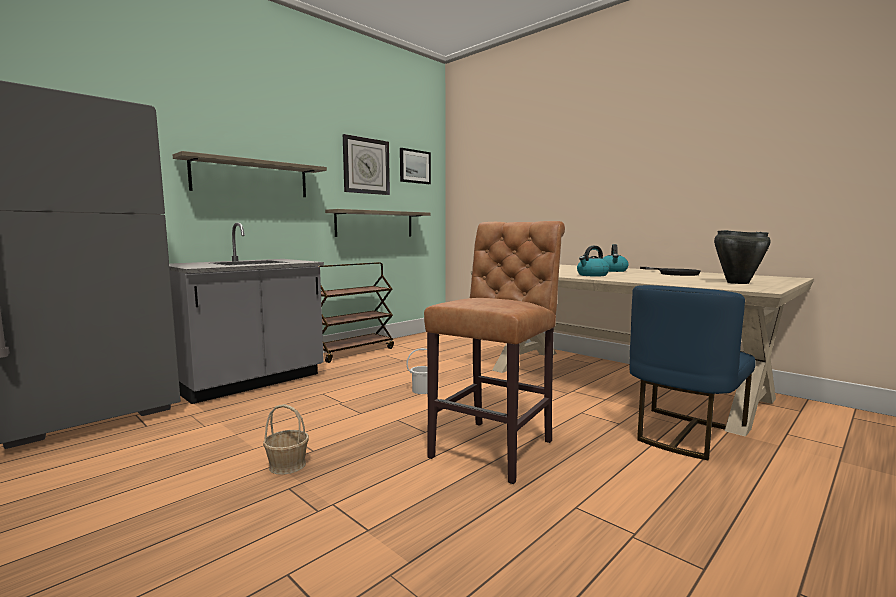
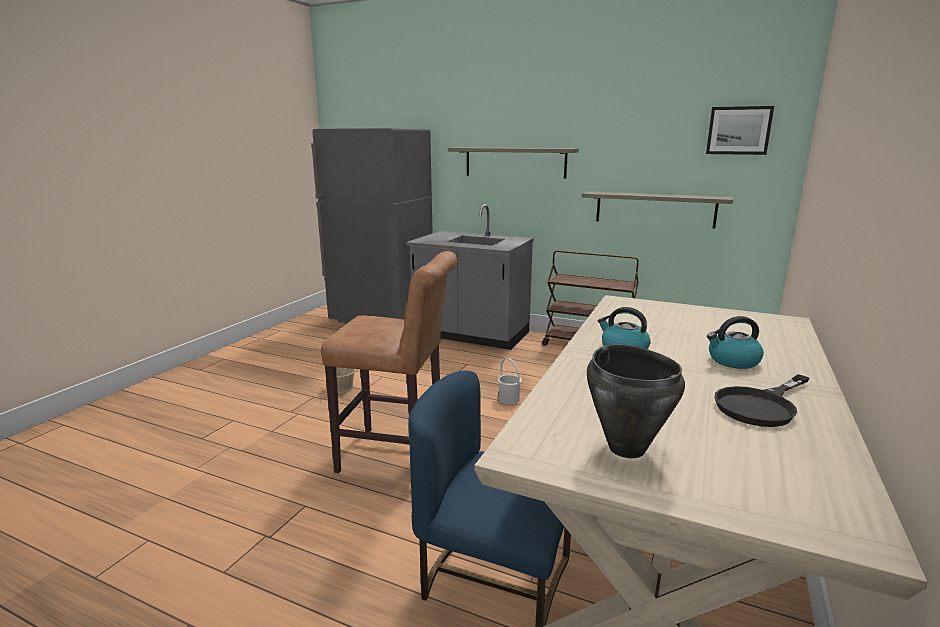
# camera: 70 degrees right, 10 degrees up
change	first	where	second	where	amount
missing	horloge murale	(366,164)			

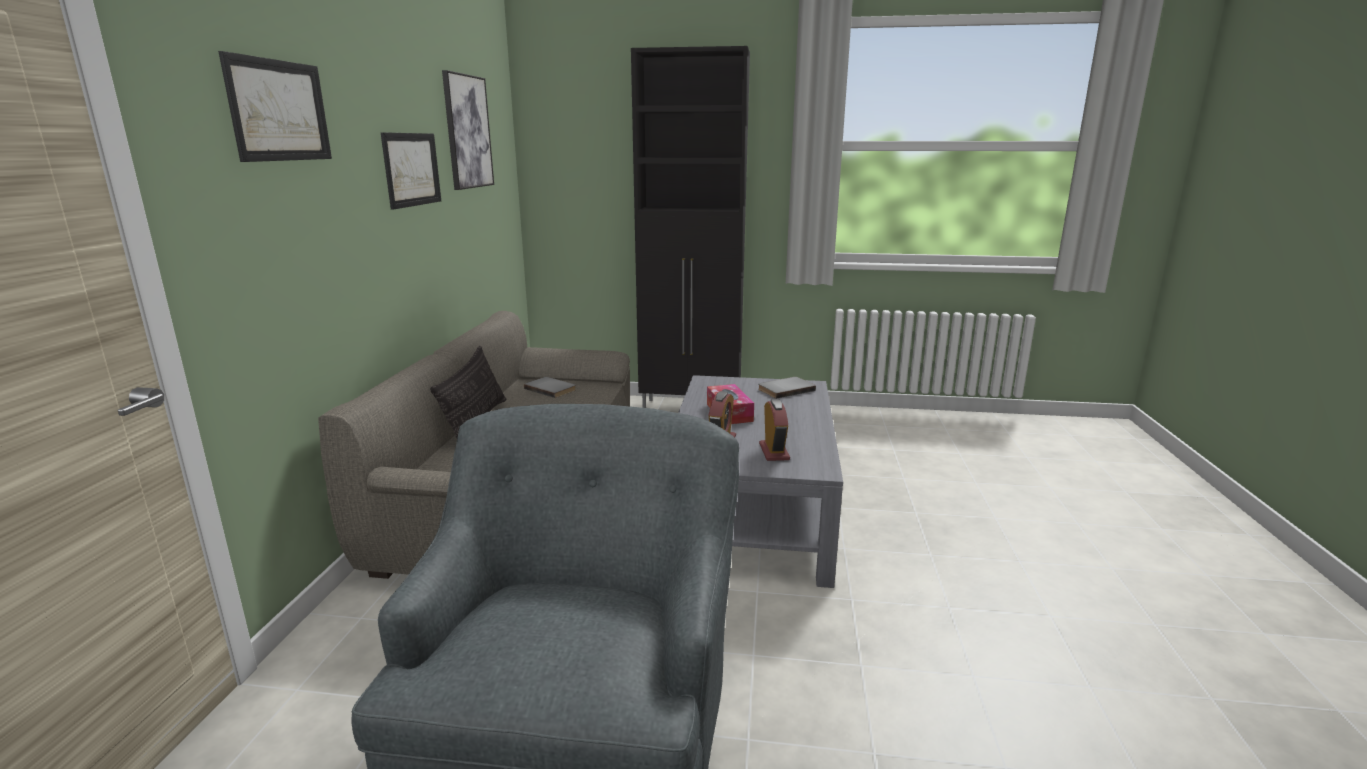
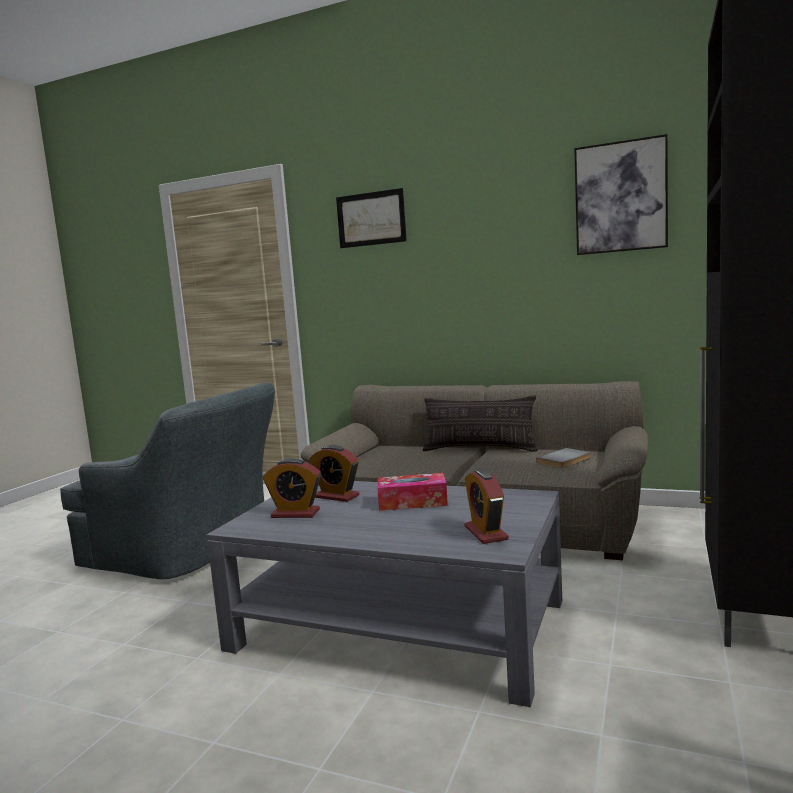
# camera: 105 degrees right, 10 degrees down
change	first	where	second	where	amount
missing	tableau	(411,171)			
exchanged	livre (gris)	(787,388)	réveil	(486,506)	

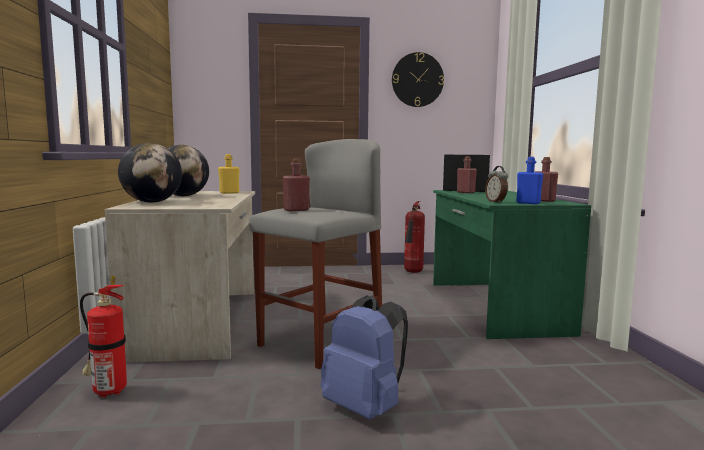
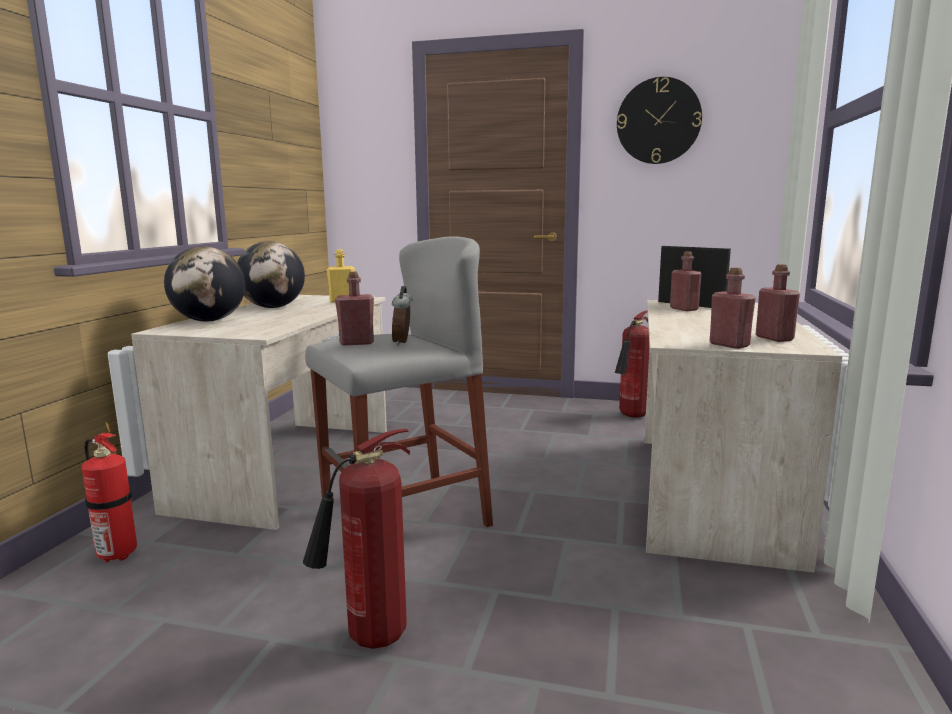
# camera: 20 degrees right, 5 degrees up
change	first	where	second	where	amount
relocated	réveil	(496,184)		(402,315)	
exchanged	sac à dos (bleu)	(364,357)	extincteur	(356,539)	
colour	bureau (vert)	(512,264)	bureau (beige)	(743,436)	
colour	bouteille (bleu)	(530,180)	bouteille (rouge)	(733,308)	

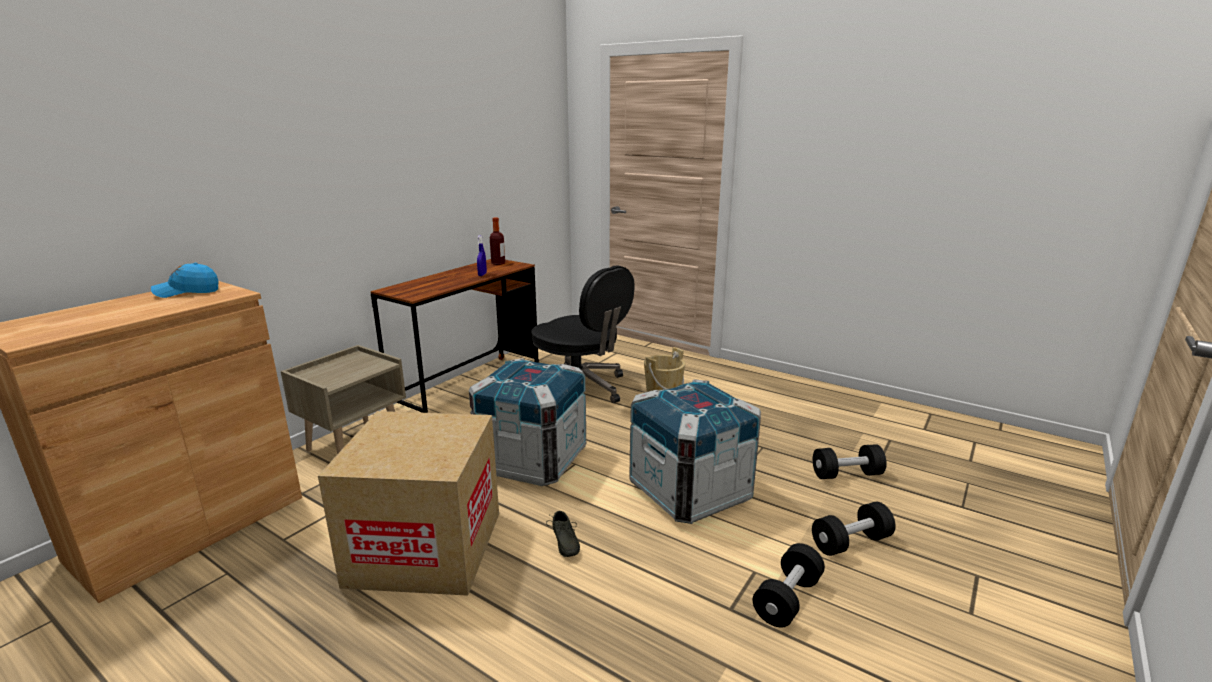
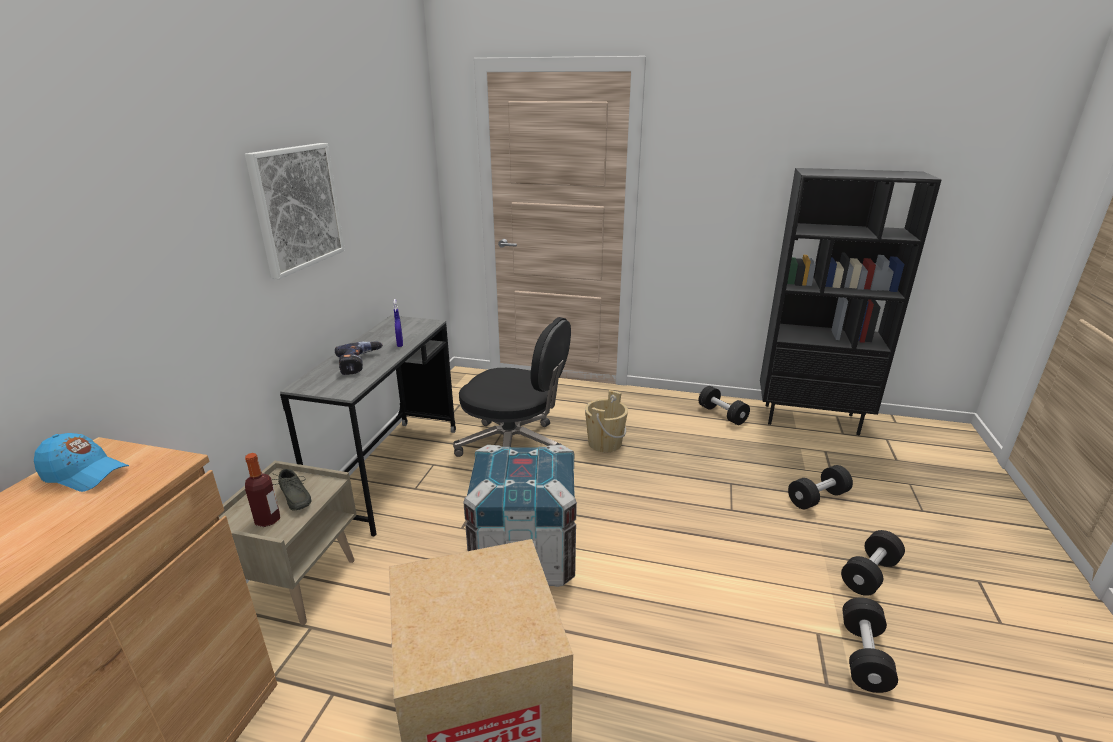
# camera: 20 degrees left, 5 degrees up
change	first	where	second	where	amount
missing	caisse	(695,451)			
appeared			tableau	(295,211)	
appeared			perceuse	(359,358)	
appeared			haltère (noir)	(724,405)	
appeared			bibliothèque (noir)	(851,301)	
relocated	bouteille	(497,241)		(262,490)	
relocated	chaussure (gris)	(563,534)		(292,490)	
colour	bureau (marron)	(455,336)	bureau (gris)	(368,426)	
spun	casquette (bleu)	(185,280)		(81,462)	120 degrees counterclockwise

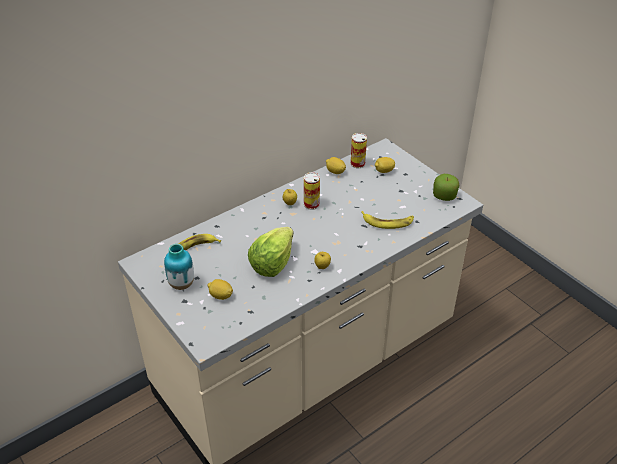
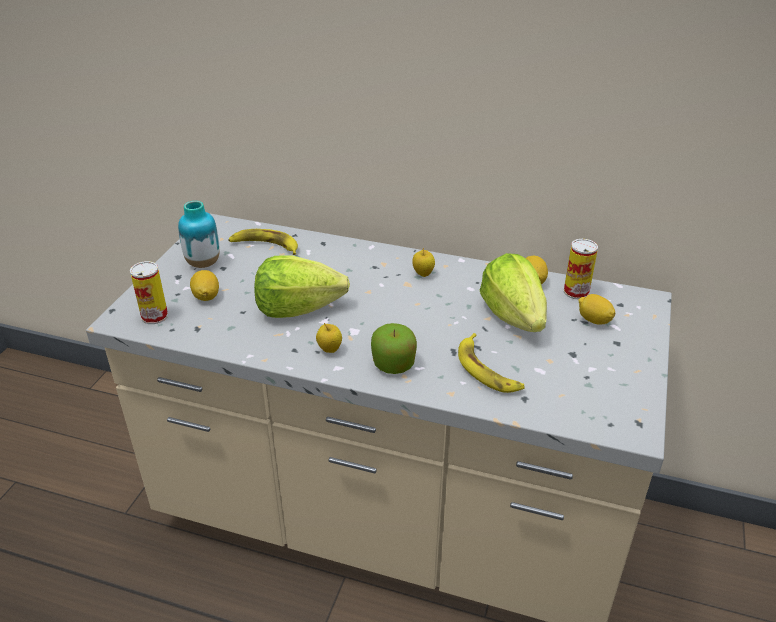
# camera: 55 degrees right, 5 degrees down
change	first	where	second	where	amount
appeared			laitue	(513,292)	
relocated	boîte métallique	(312,191)		(149,292)	
relocated	pomme	(446,187)		(394,348)	

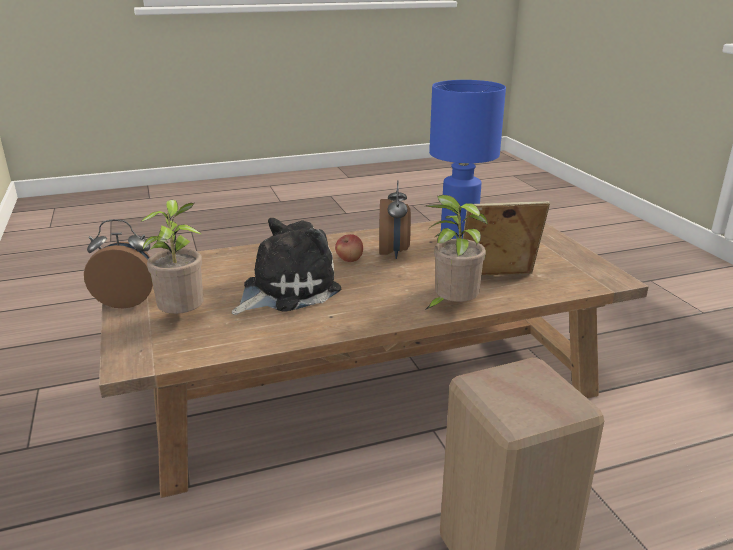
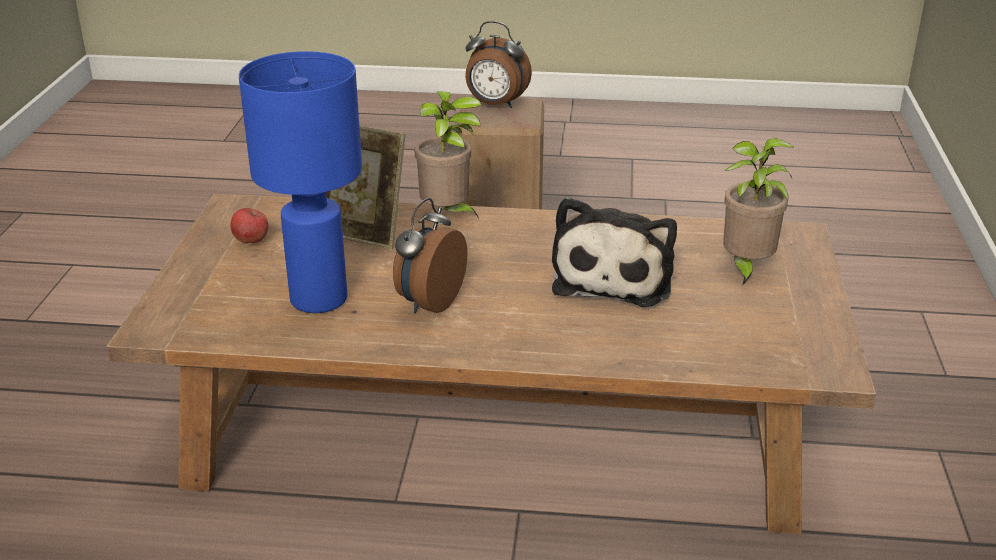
# camera: 155 degrees left, 5 degrees up
change	first	where	second	where	amount
relocated	réveil	(118,264)		(498,64)	
relocated	pomme	(349,248)		(250,225)	
spun	peluche	(286,266)		(614,252)	60 degrees counterclockwise

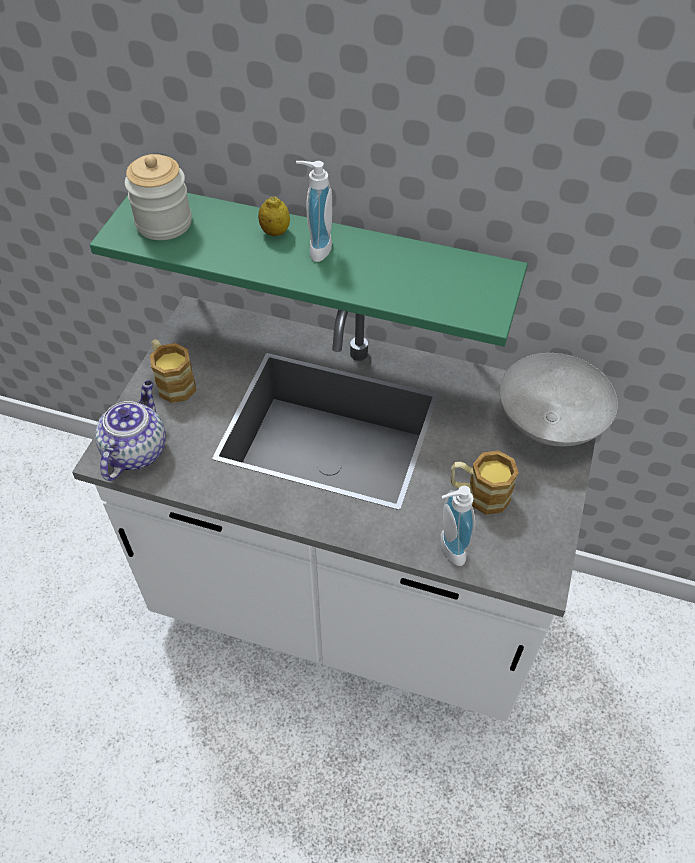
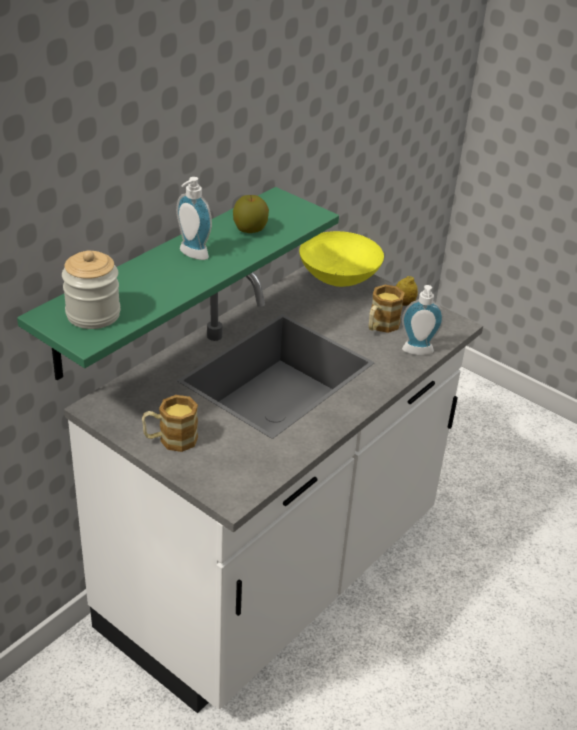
# camera: 70 degrees left, 15 degrees down
change	first	where	second	where	amount
missing	théière	(130,430)			
appeared			pomme	(251,214)	
relocated	citron	(274,216)		(407,291)	
colour	bol (gris)	(558,400)	bol (jaune)	(341,259)	

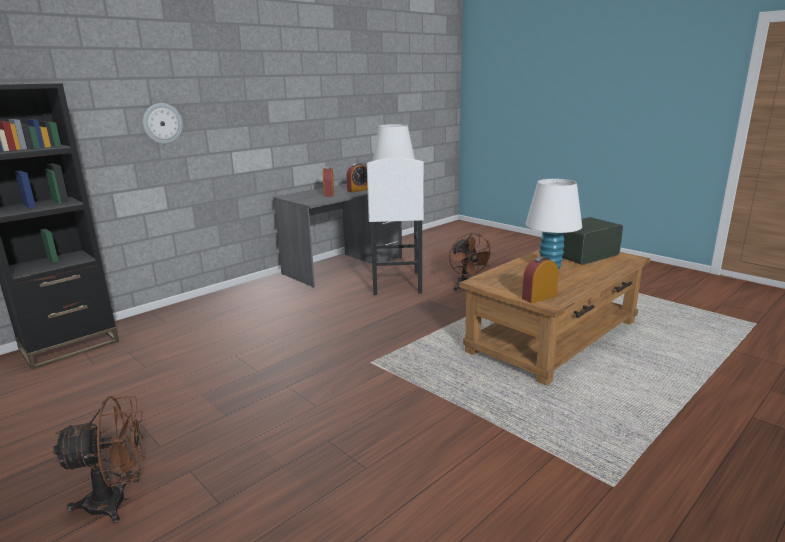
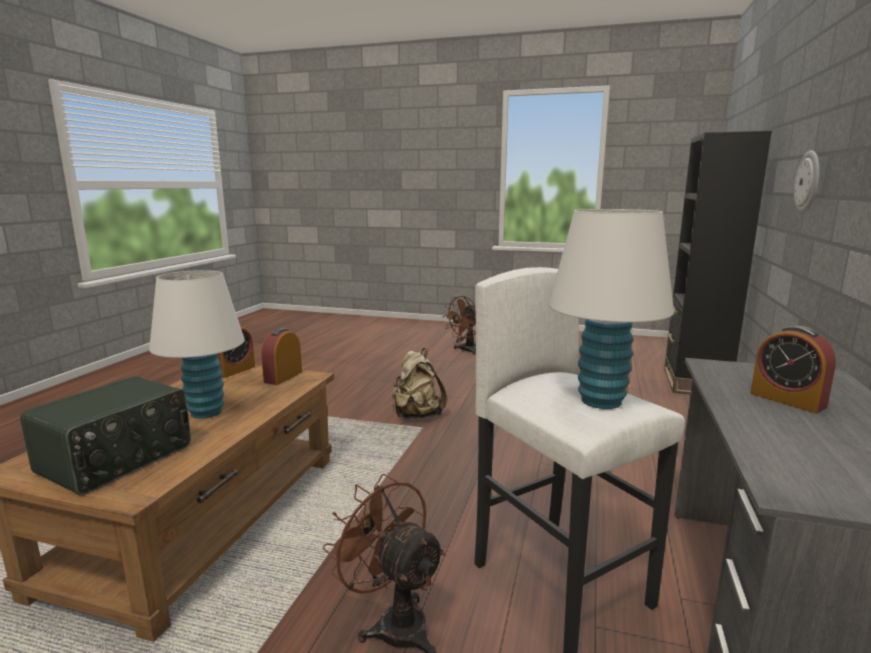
# camera: 150 degrees right, 5 degrees down
change	first	where	second	where	amount
appeared			sac à dos (beige)	(419,383)	
relocated	réveil	(356,177)		(281,356)	

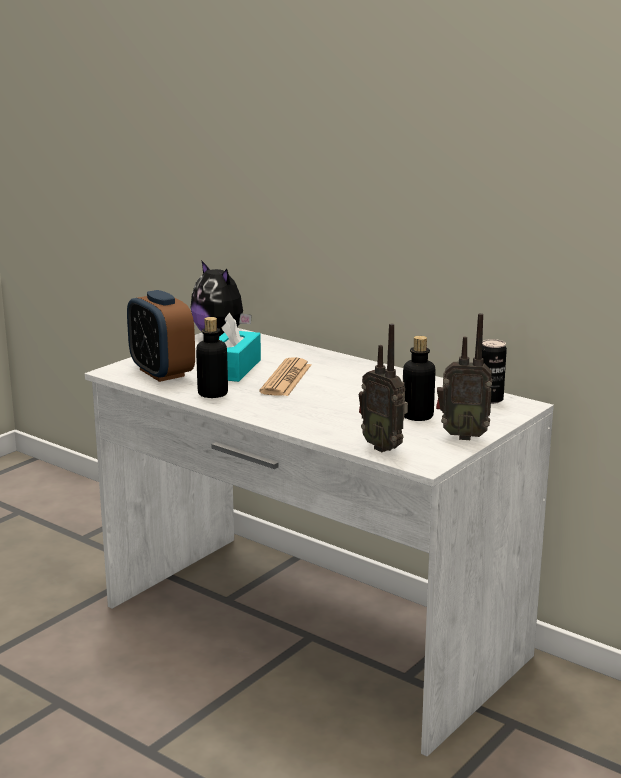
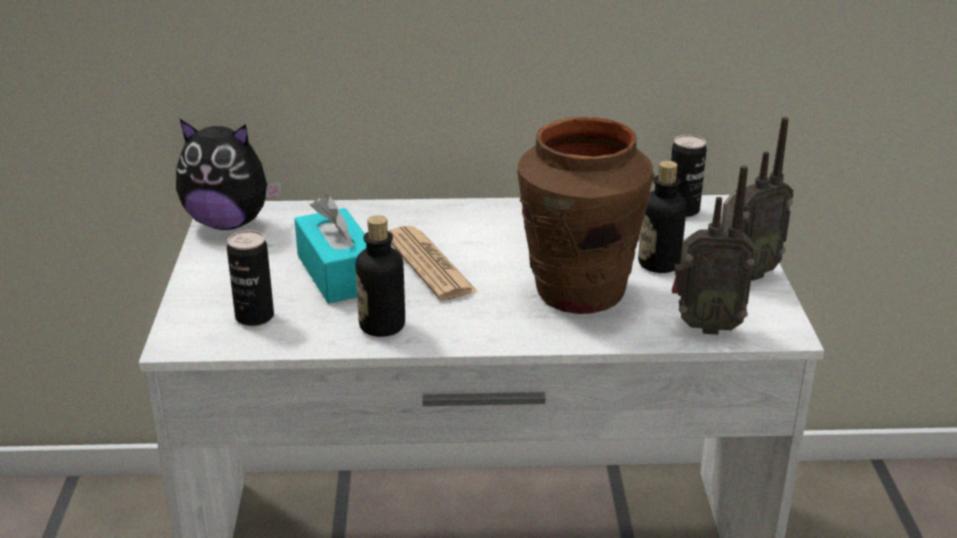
# camera: 40 degrees left, 10 degrees up
change	first	where	second	where	amount
appeared			vase (marron)	(586,215)	
exchanged	réveil	(161,336)	boîte métallique	(250,278)	

